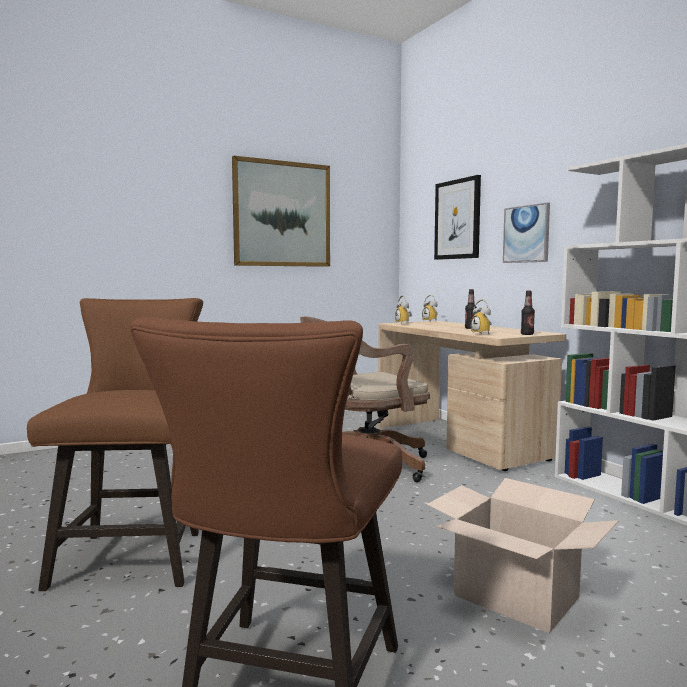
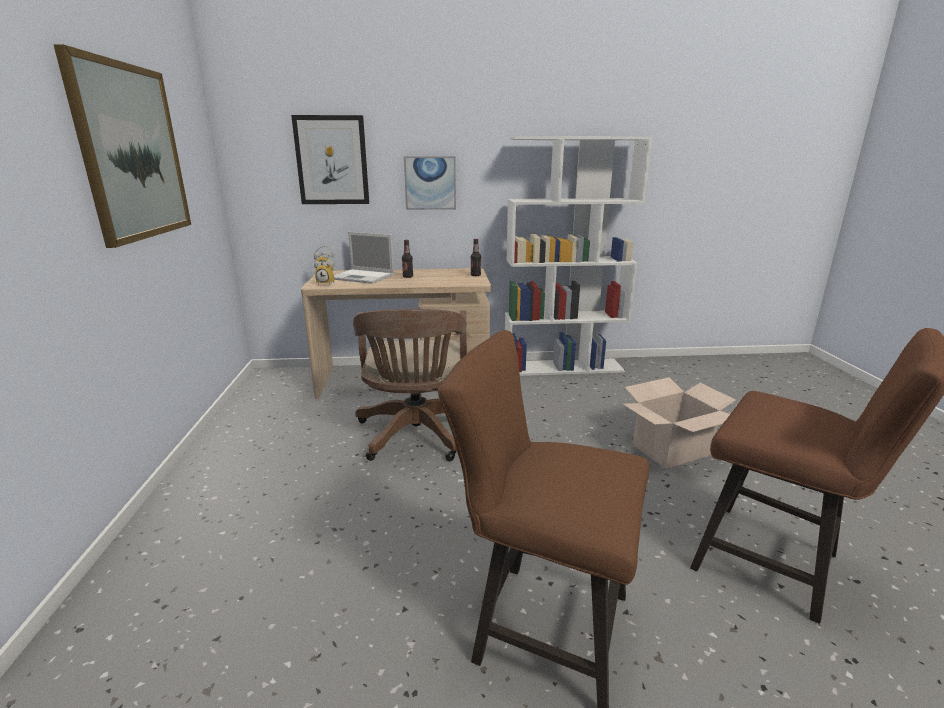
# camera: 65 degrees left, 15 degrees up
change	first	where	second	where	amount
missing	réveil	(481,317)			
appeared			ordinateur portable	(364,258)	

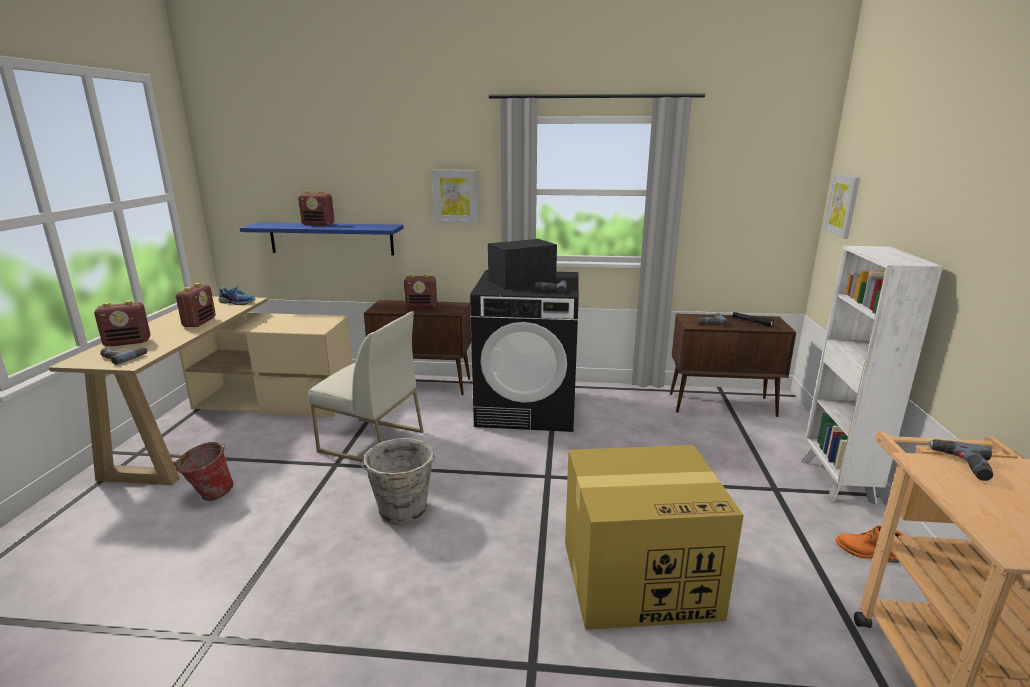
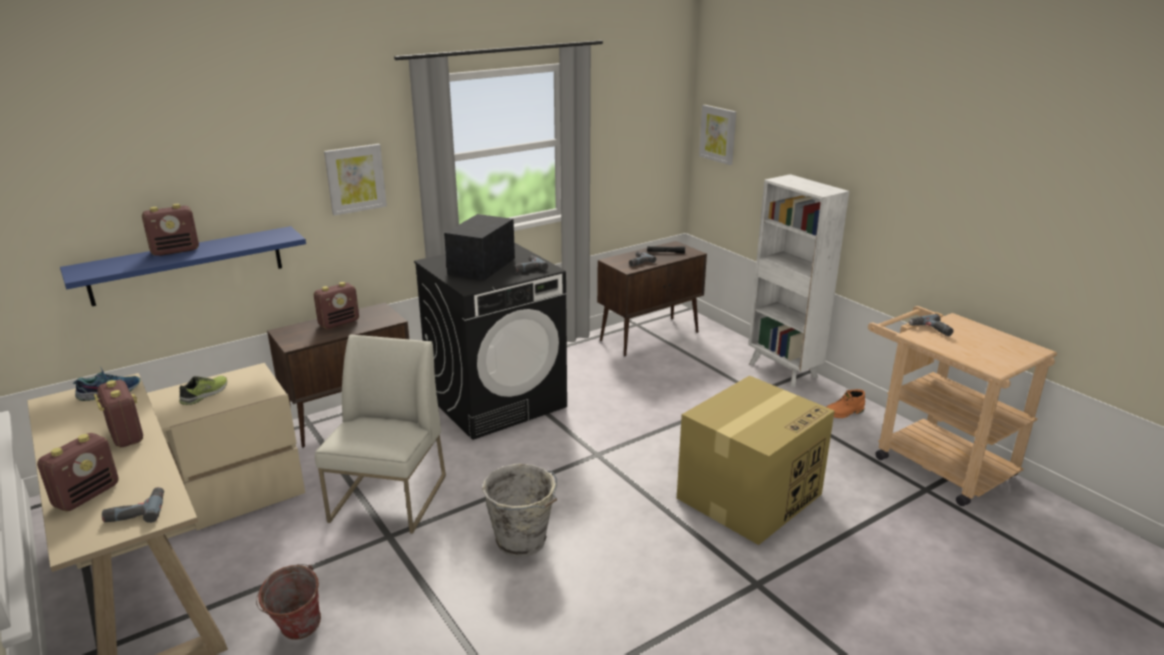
# camera: 40 degrees left, 5 degrees up
change	first	where	second	where	amount
appeared			chaussure	(203,390)	
spun	chaise (blanc)	(366,387)		(380,434)	60 degrees counterclockwise

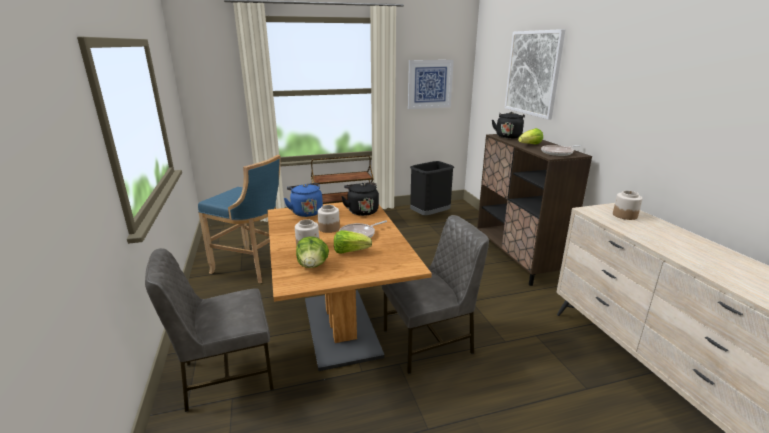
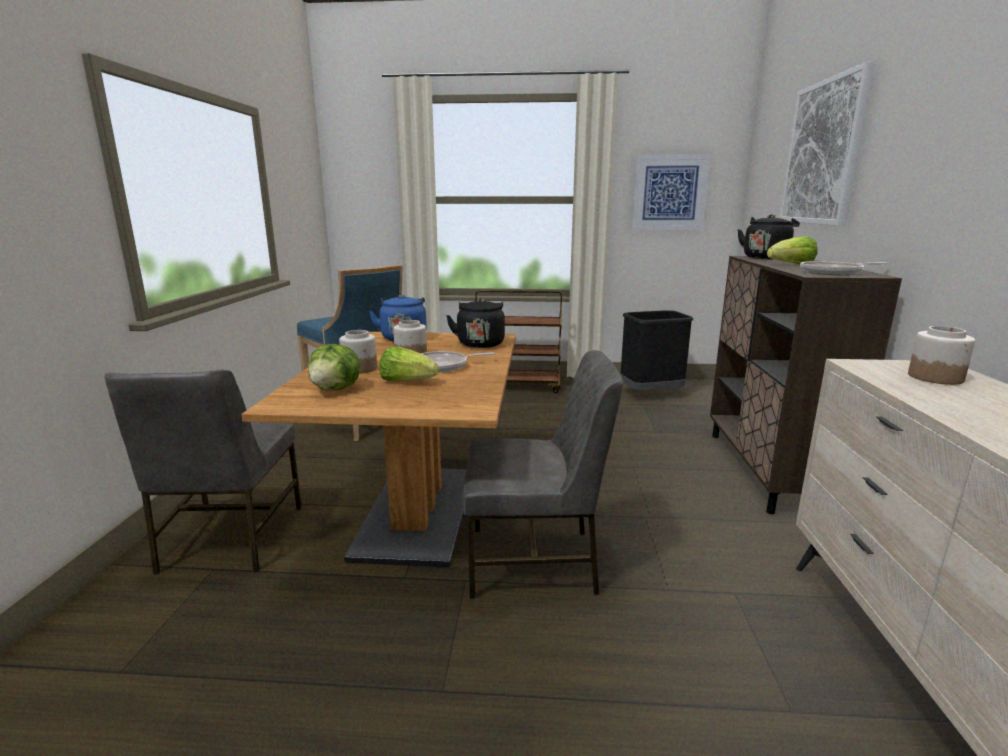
# camera: 20 degrees right, 5 degrees down
change	first	where	second	where	amount
spun	chaise (gris)	(209,330)		(203,472)	90 degrees counterclockwise

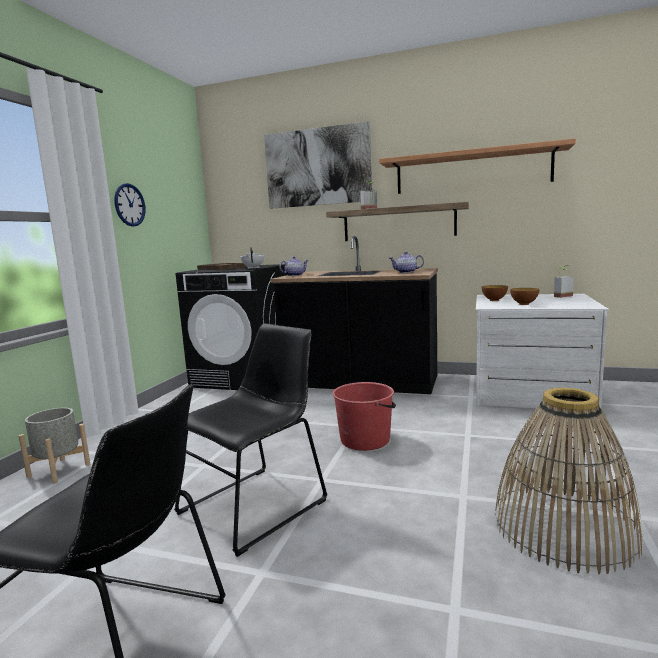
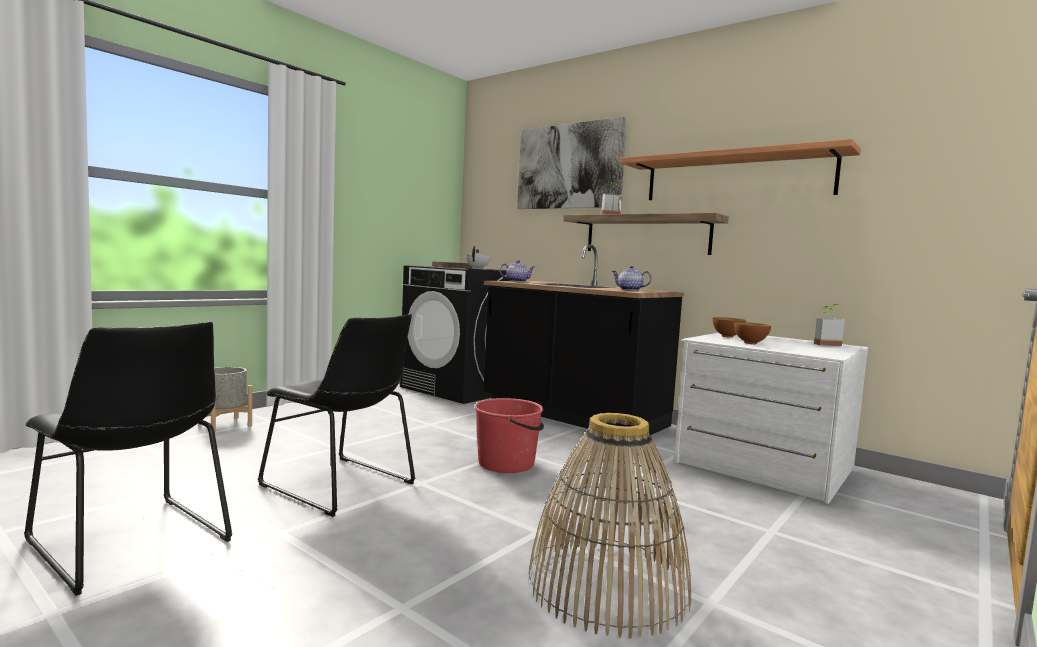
# camera: 20 degrees right, 5 degrees down
change	first	where	second	where	amount
missing	horloge murale	(130,205)			
spun	chaise (noir)	(250,440)		(336,415)	60 degrees clockwise

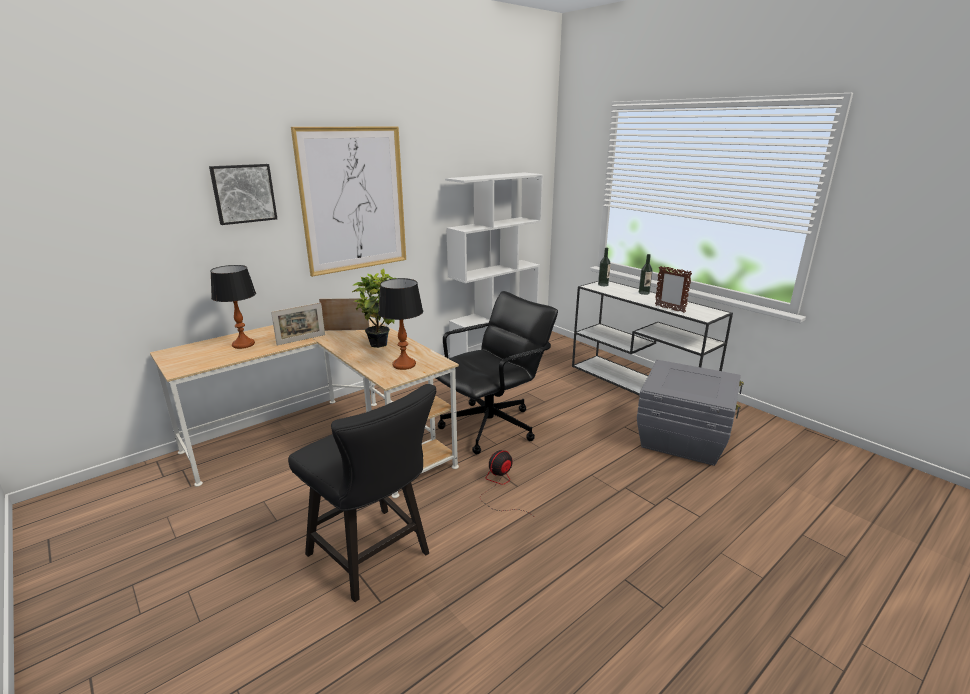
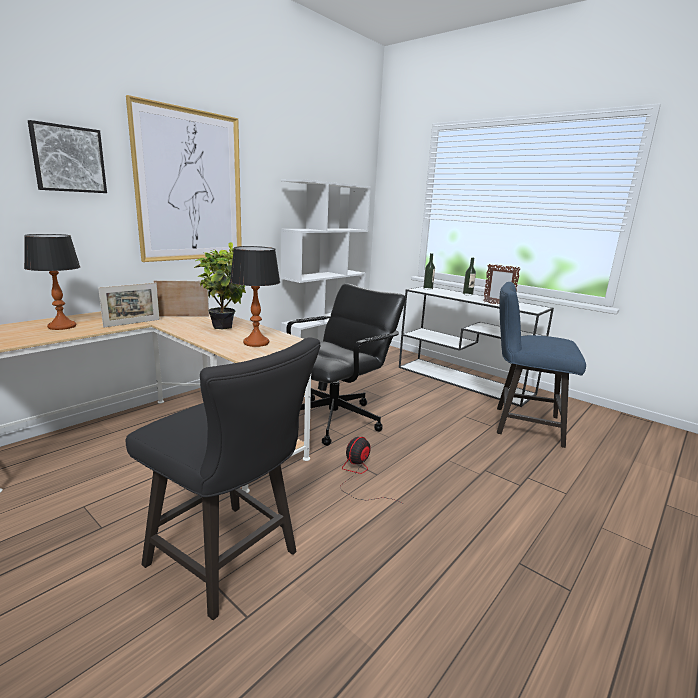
# camera: 10 degrees left, 5 degrees down
change	first	where	second	where	amount
exchanged	boîte de rangement (gris)	(690,413)	chaise (bleu)	(541,365)	

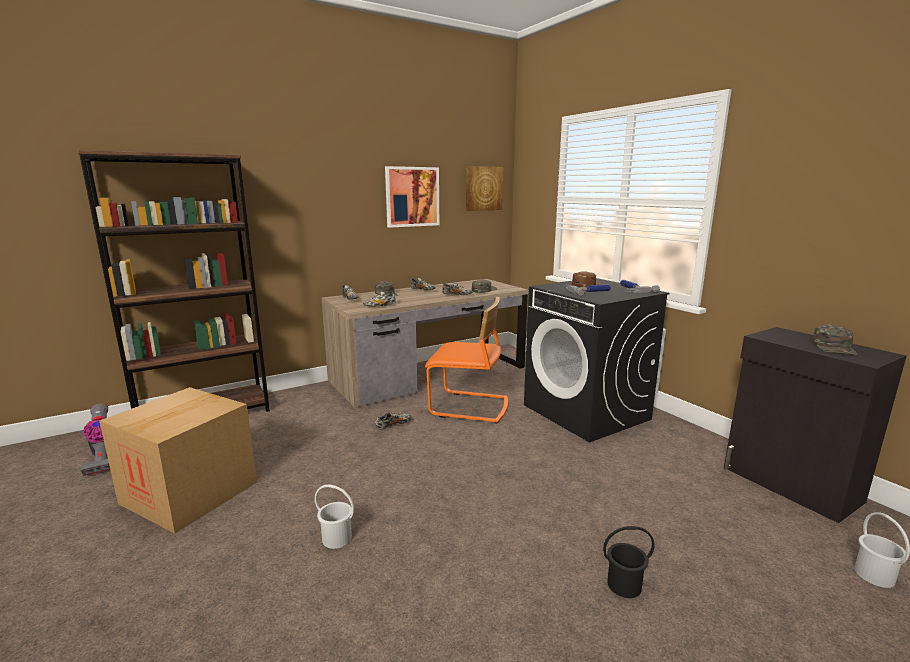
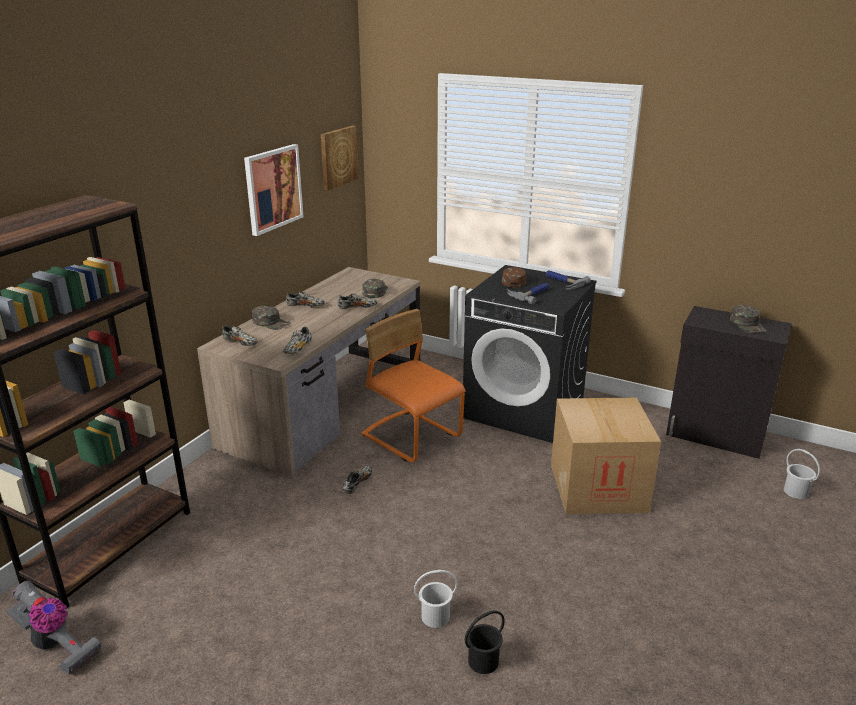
# camera: 30 degrees left, 10 degrees up
change	first	where	second	where	amount
relocated	carton	(178,460)		(606,455)	
relocated	seau (noir)	(628,562)		(485,642)	
spun	chaise (orange)	(466,360)		(413,385)	120 degrees counterclockwise

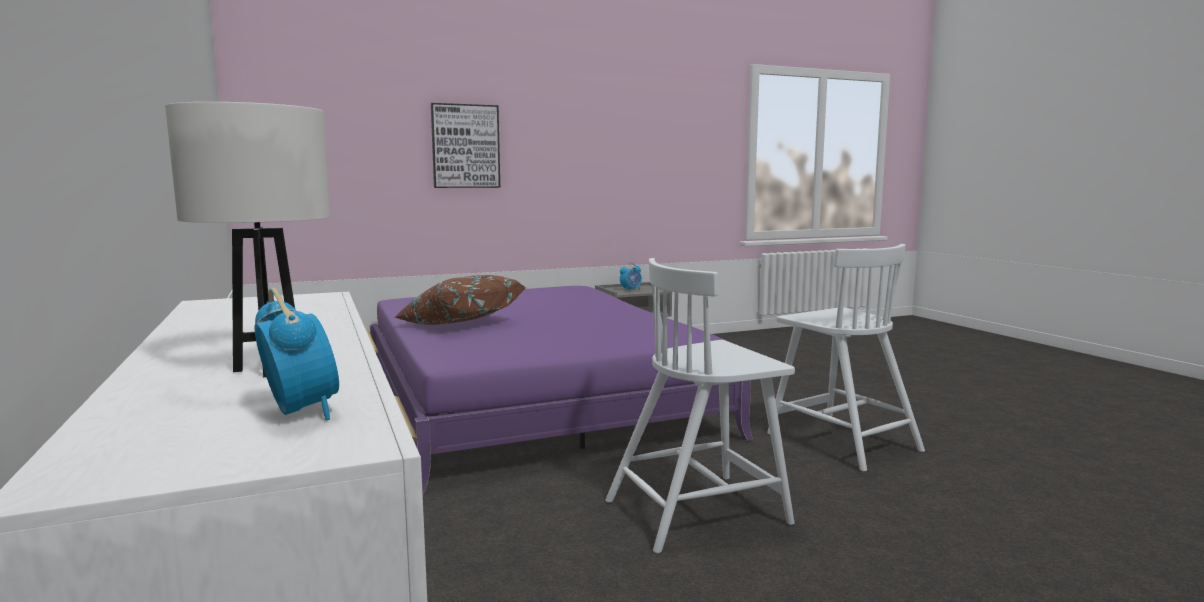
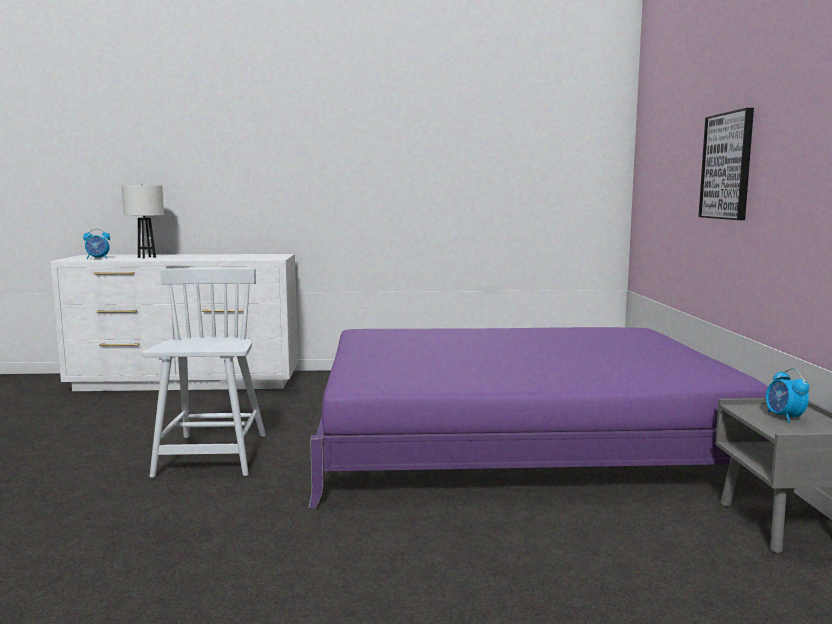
# camera: 110 degrees right, 0 degrees up
change	first	where	second	where	amount
missing	coussin (marron)	(460,300)			
missing	chaise (blanc)	(846,358)			

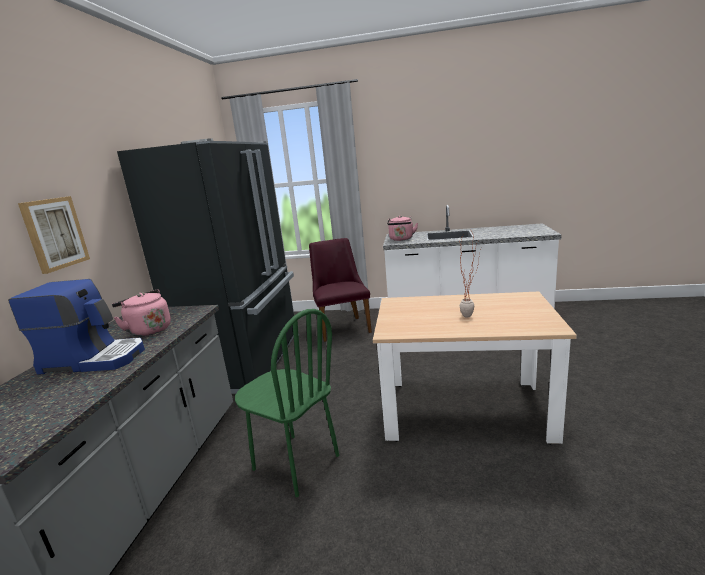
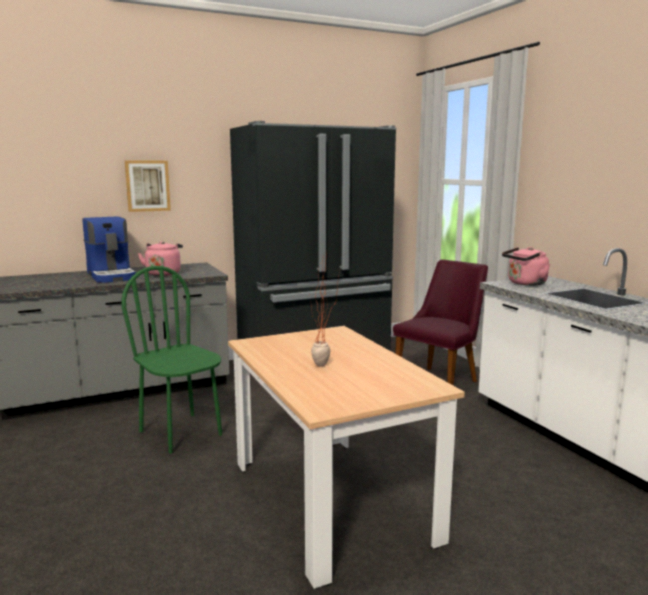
# camera: 55 degrees right, 5 degrees down
change	first	where	second	where	amount
spun	chaise (vert)	(287,403)		(172,360)	135 degrees clockwise

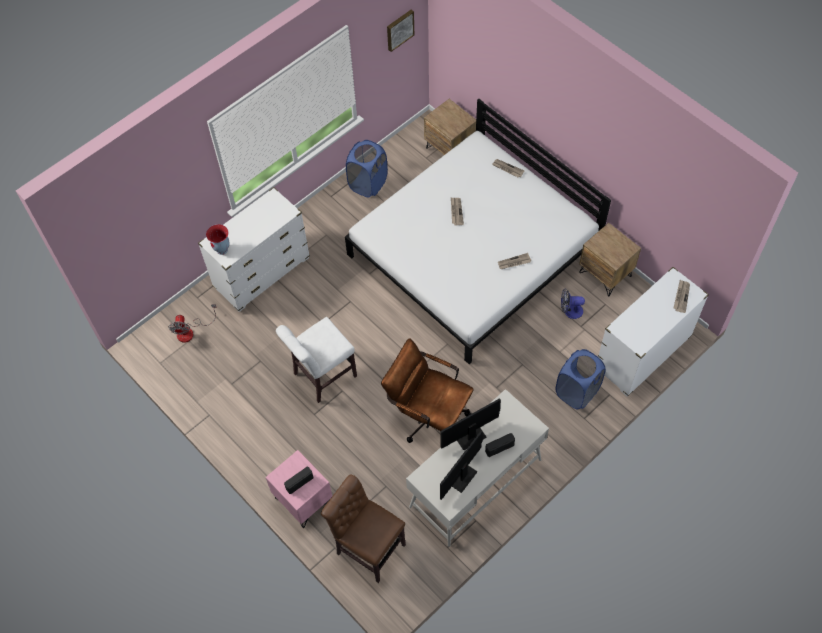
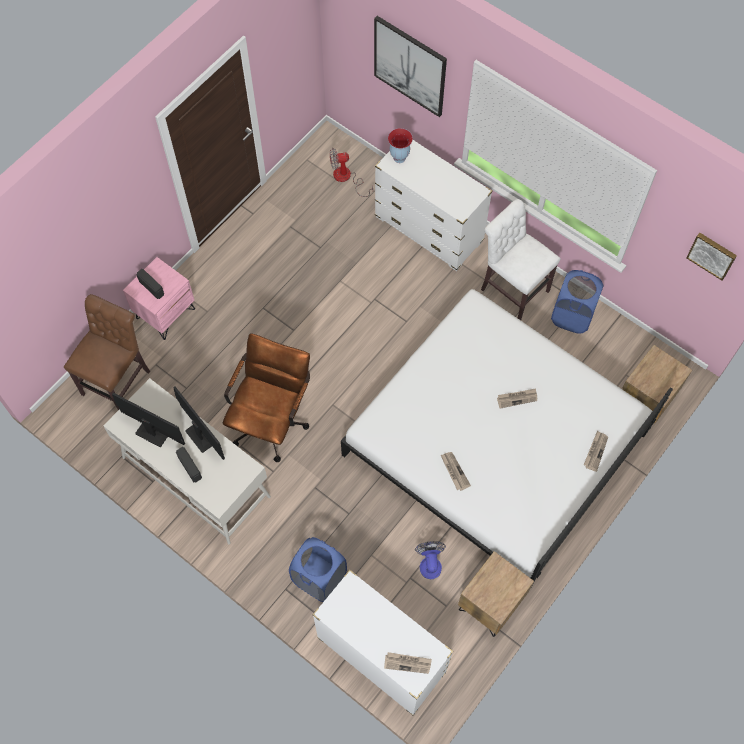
# camera: 80 degrees right, 5 degrees up
change	first	where	second	where	amount
appeared			tableau	(410,66)	
relocated	chaise (blanc)	(316,360)		(521,259)	

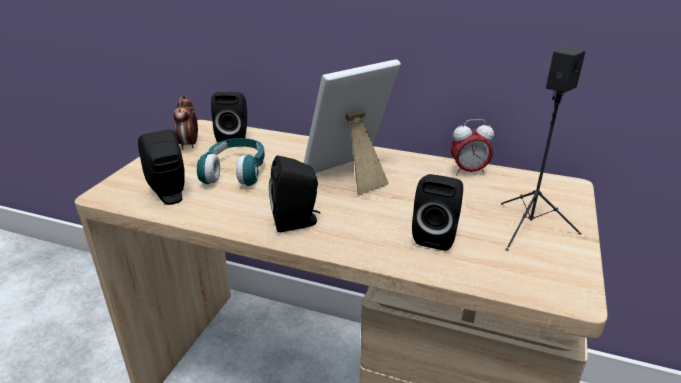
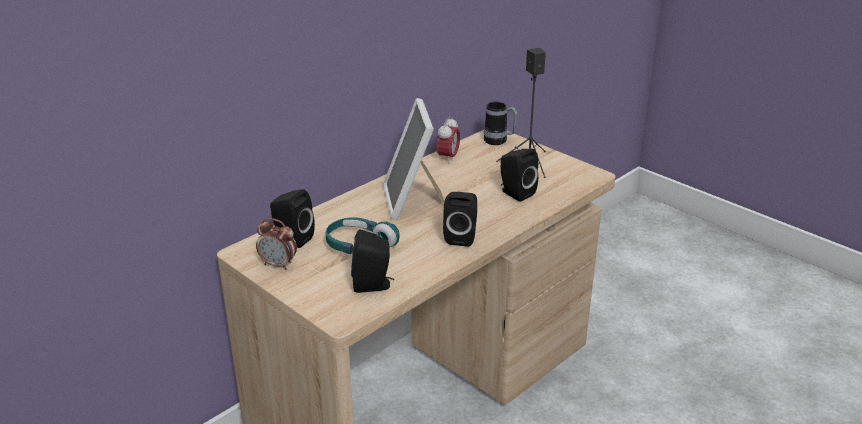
# camera: 65 degrees left, 0 degrees up
change	first	where	second	where	amount
appeared			mug	(500,123)	

